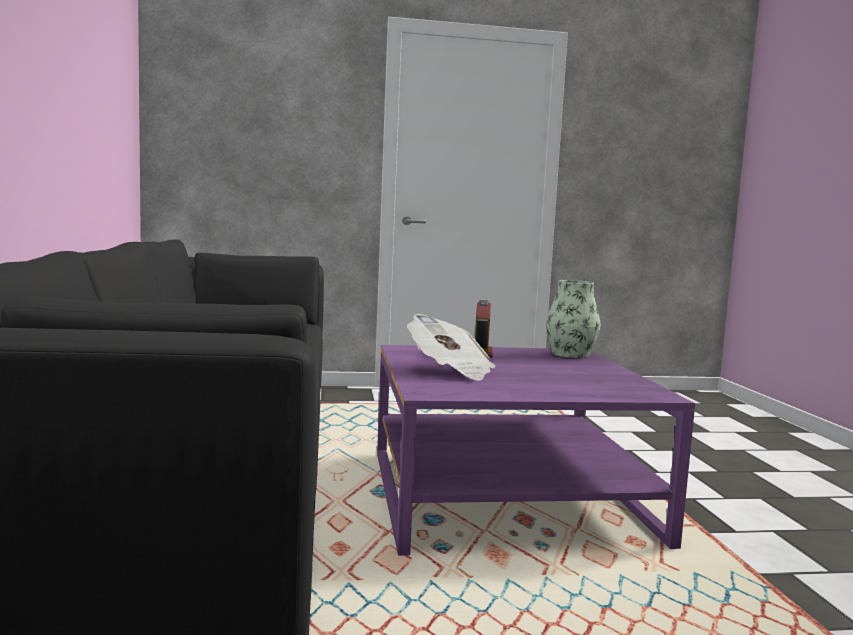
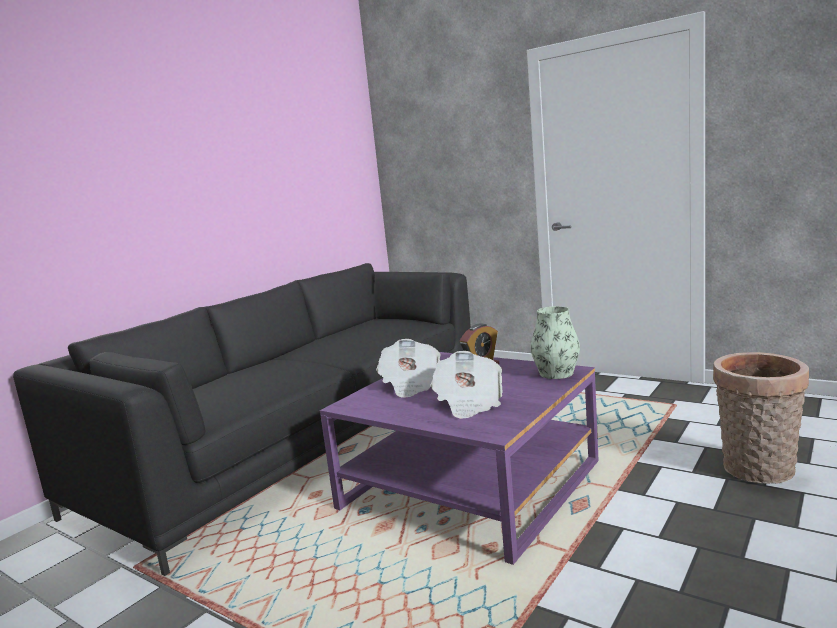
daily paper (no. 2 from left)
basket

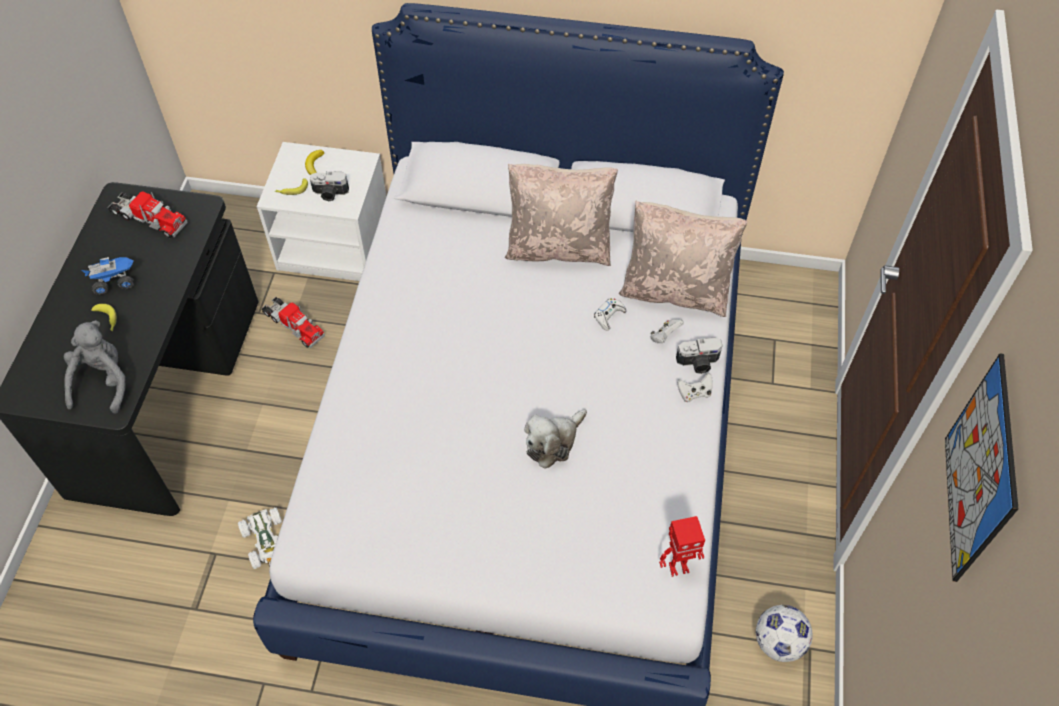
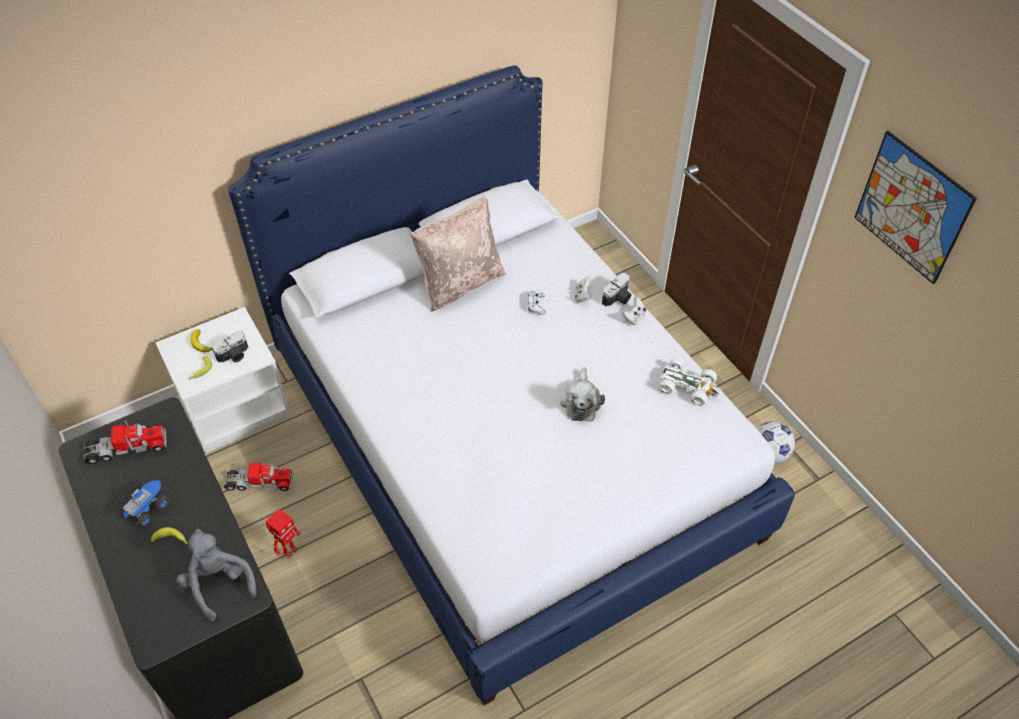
white-coloured model car
beige cushion (no. 2 from left in the first image)
robot figure

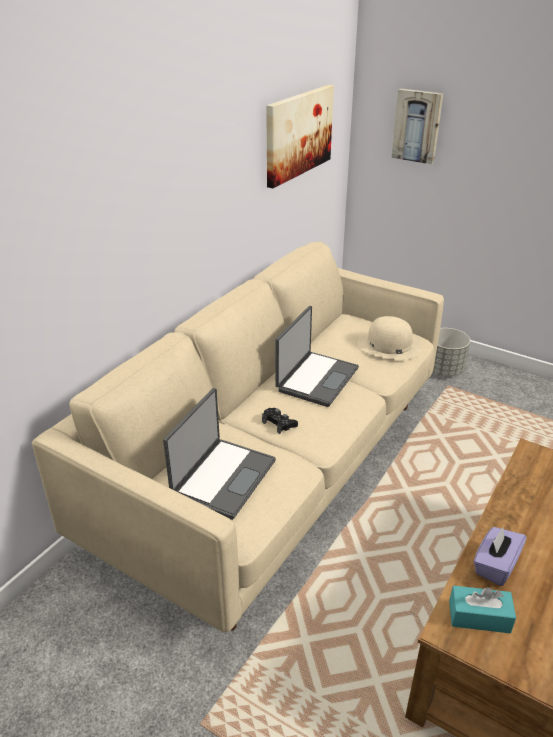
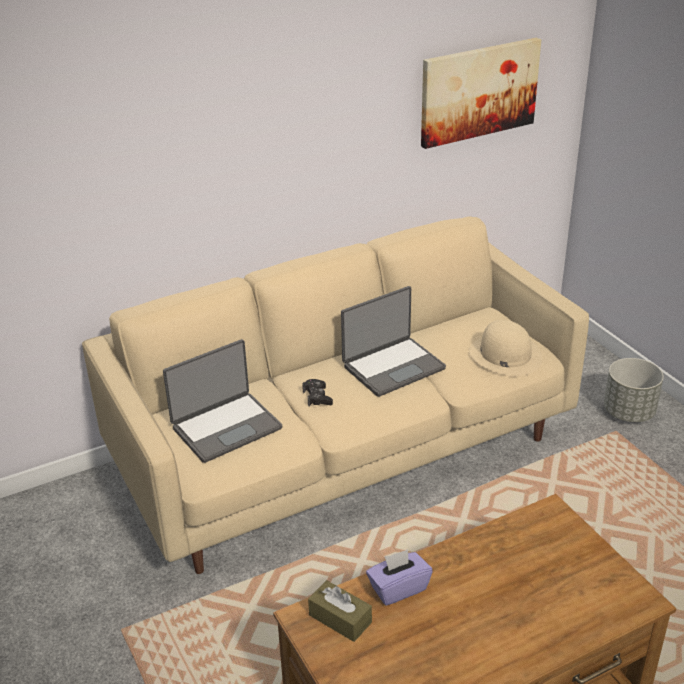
picture (no. 2 from left in the first image)
brown-coloured tissue box

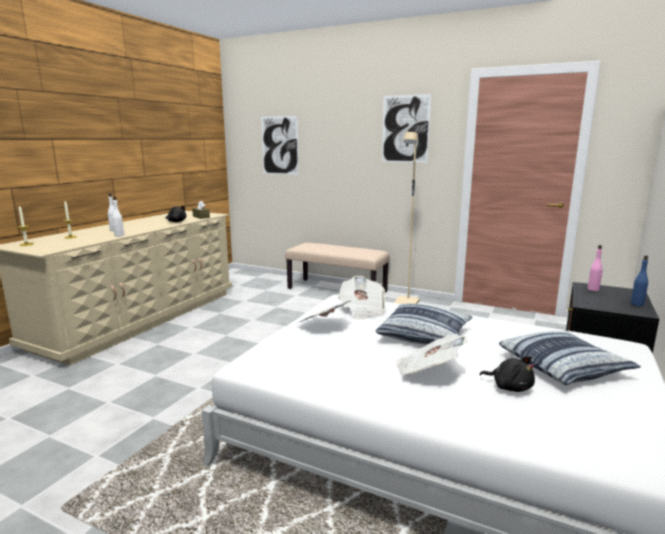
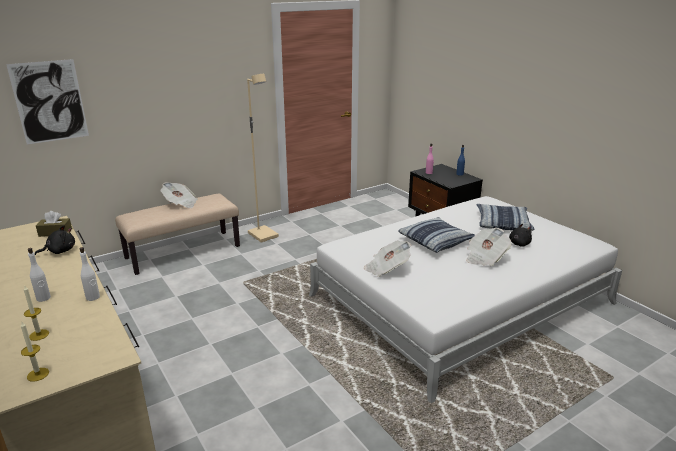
daily paper (no. 1 from left)
picture (no. 2 from left in the first image)

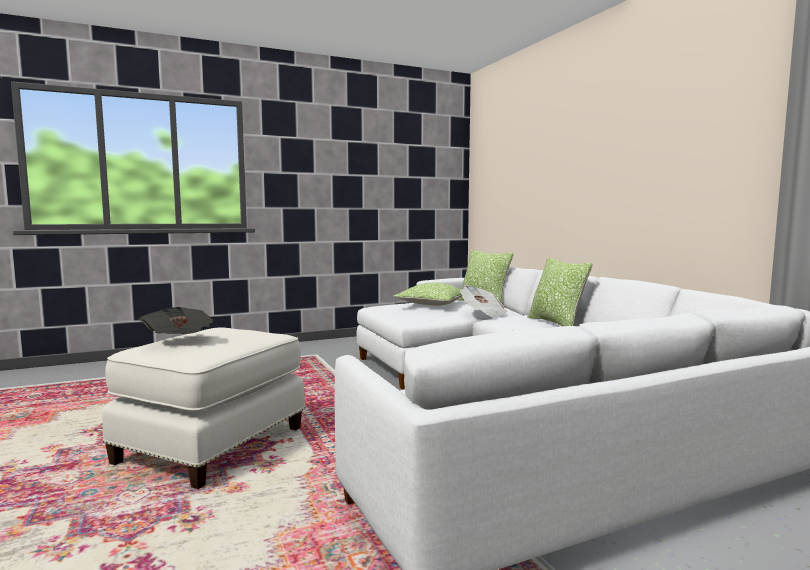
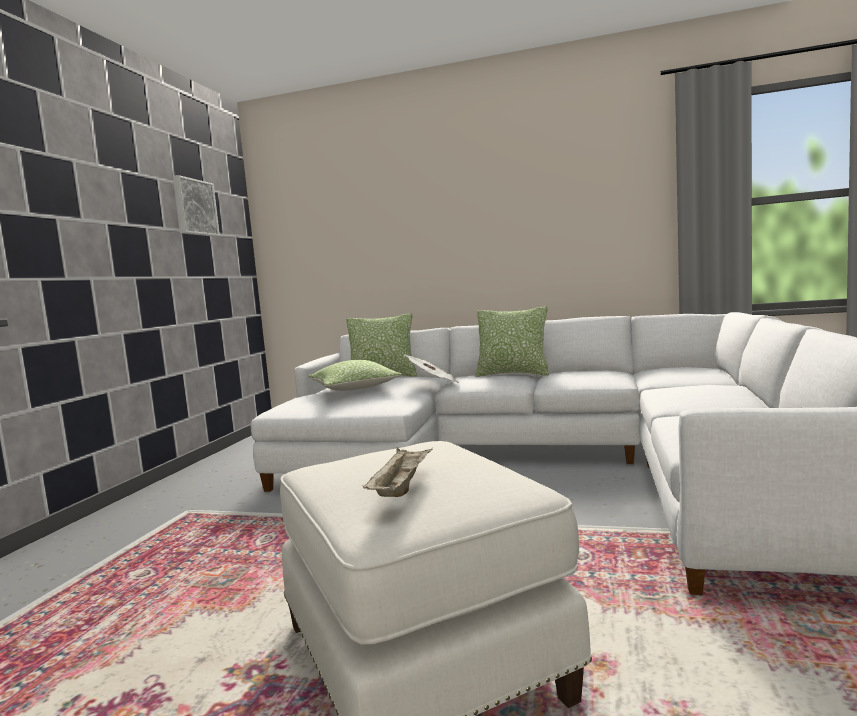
beige serving tray
picture

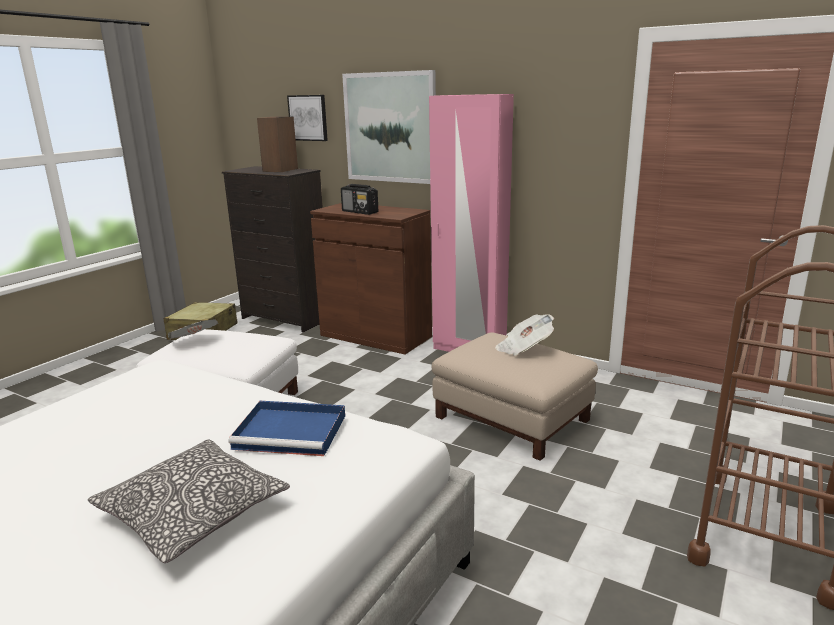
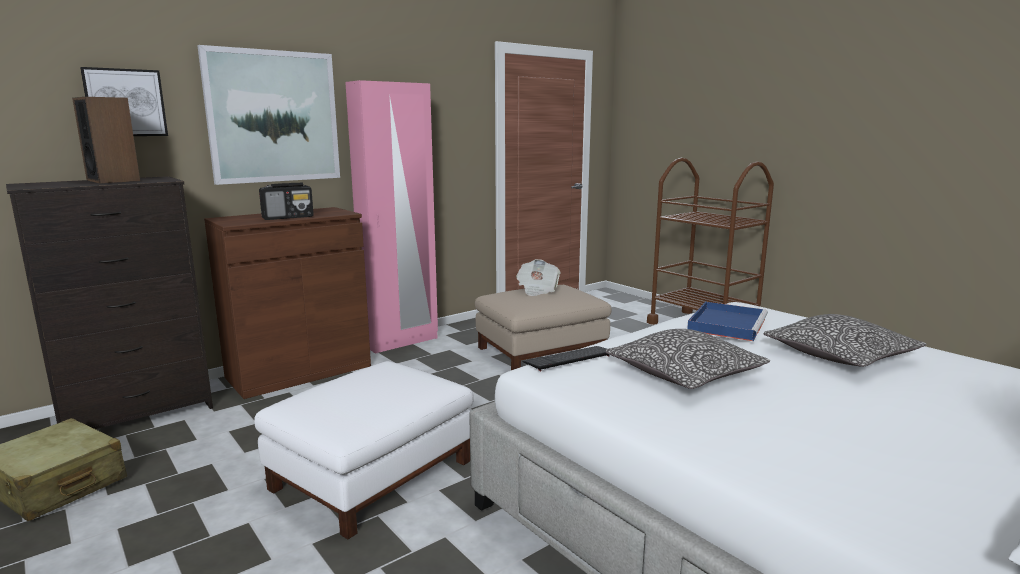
daily paper (no. 1 from left in the first image)
keyboard
cushion (no. 1 from left)

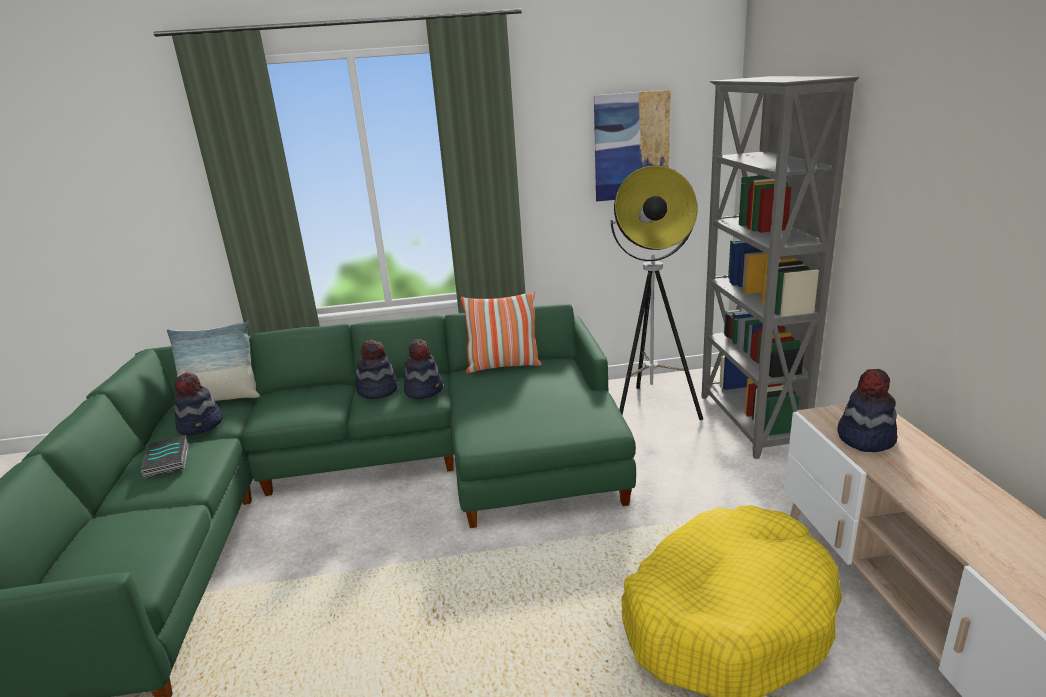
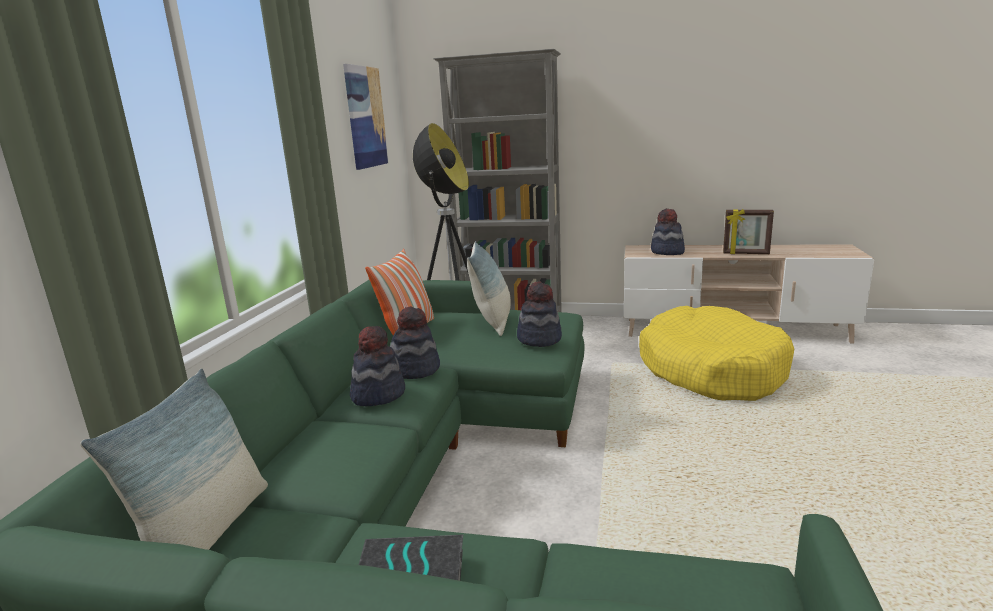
clothing hat (no. 3 from left)
cushion (no. 3 from left)
photo frame

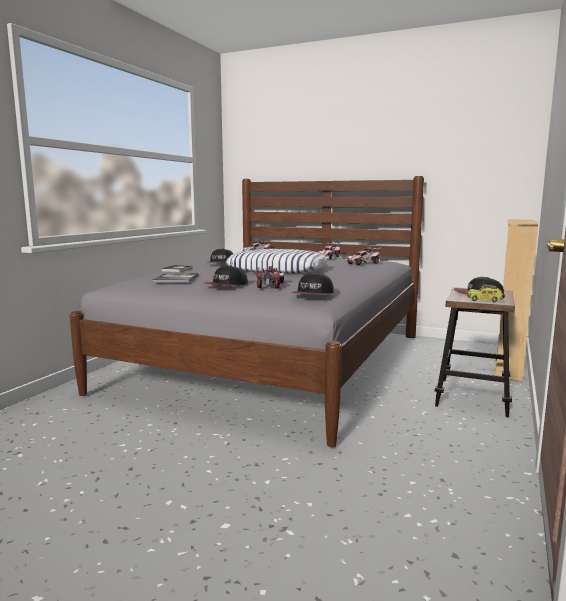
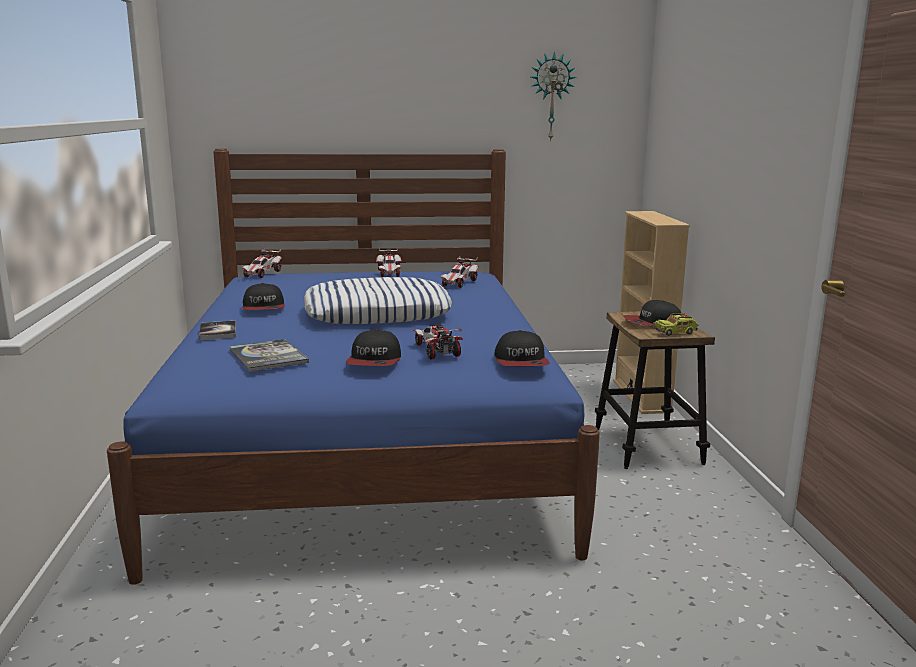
bluish bedroom bed
wall clock

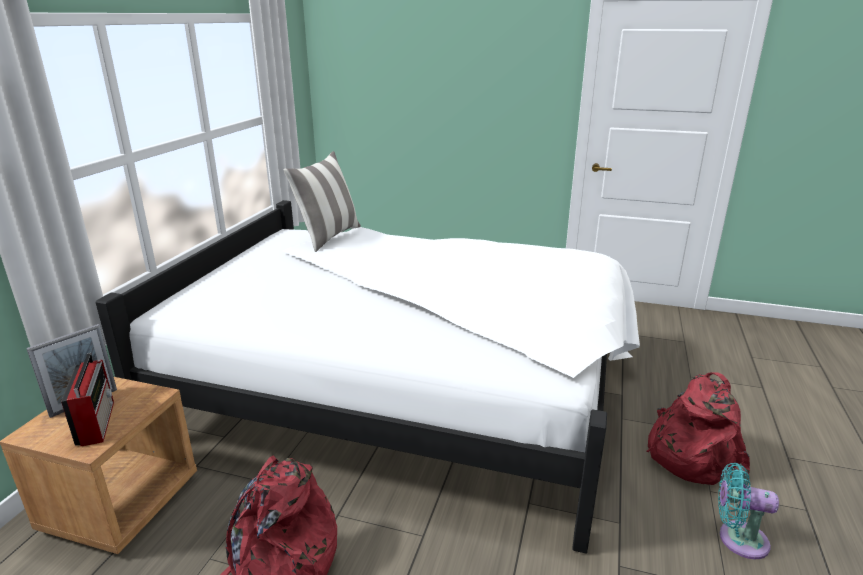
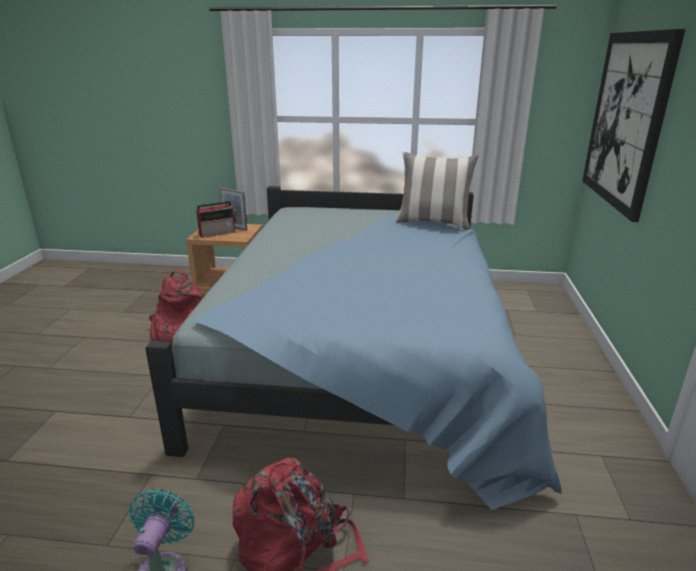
bluish bedroom bed
picture

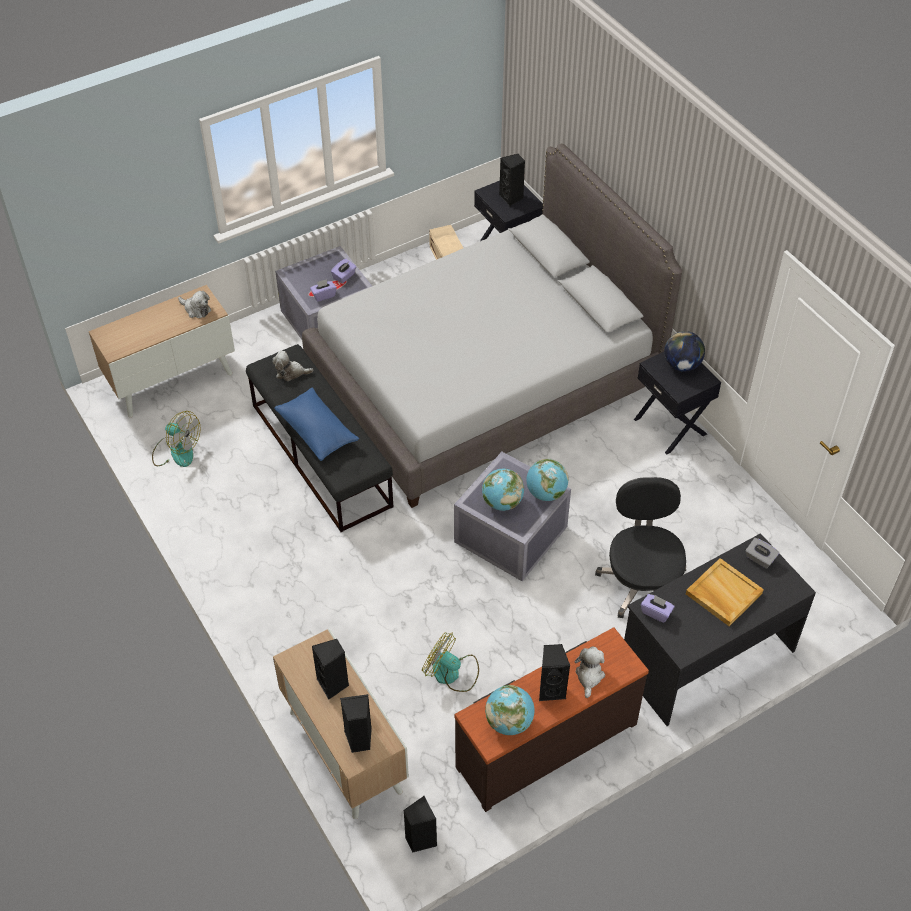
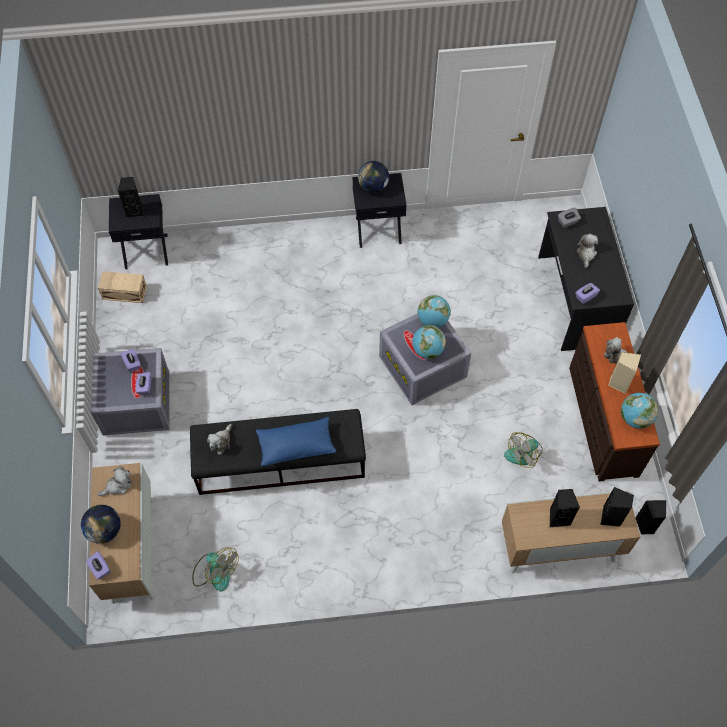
electric fan (no. 1 from left)
gray bedroom bed
beige loudspeaker
black desk chair
soft toy (no. 3 from left)
world globe (no. 1 from left)
purple tissue box (no. 1 from left)

